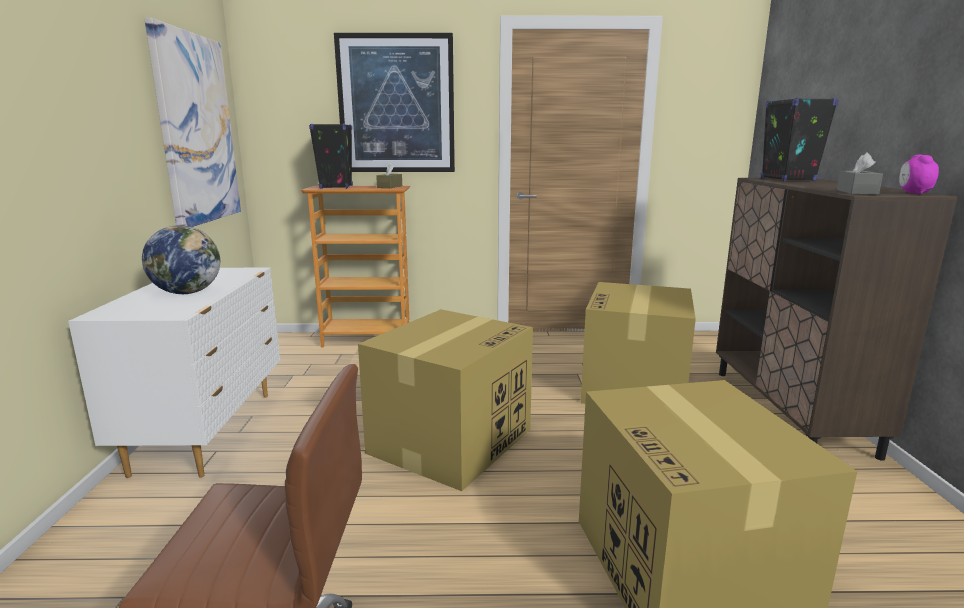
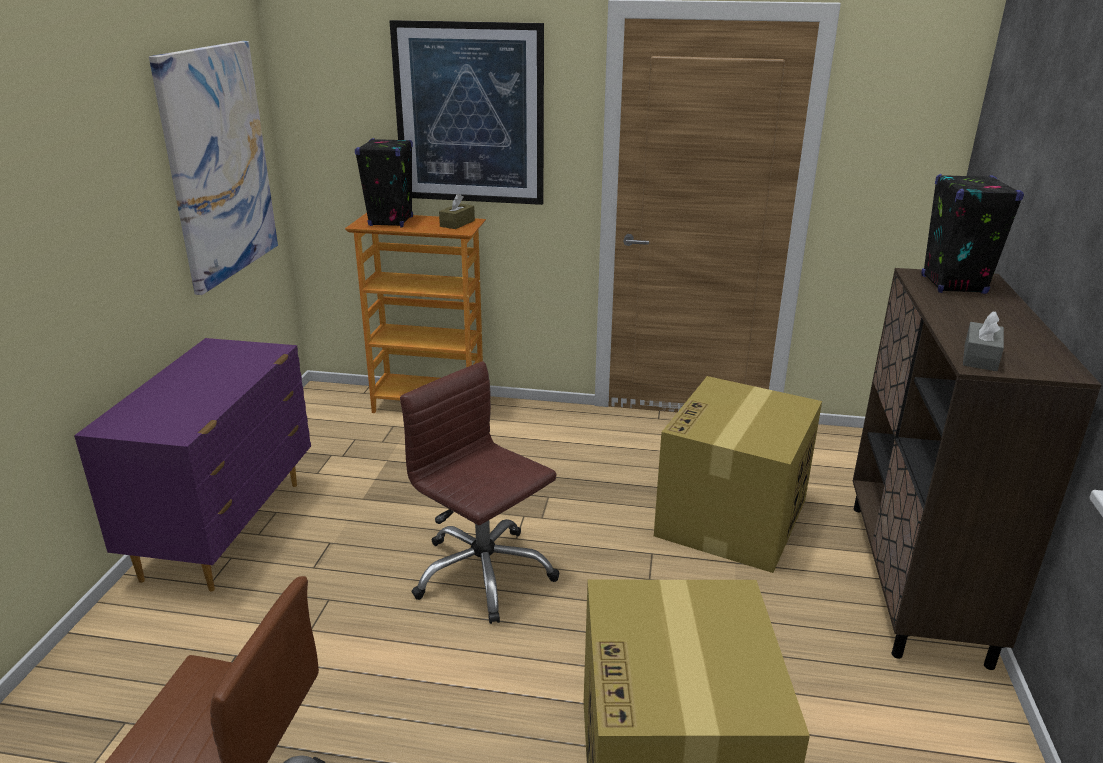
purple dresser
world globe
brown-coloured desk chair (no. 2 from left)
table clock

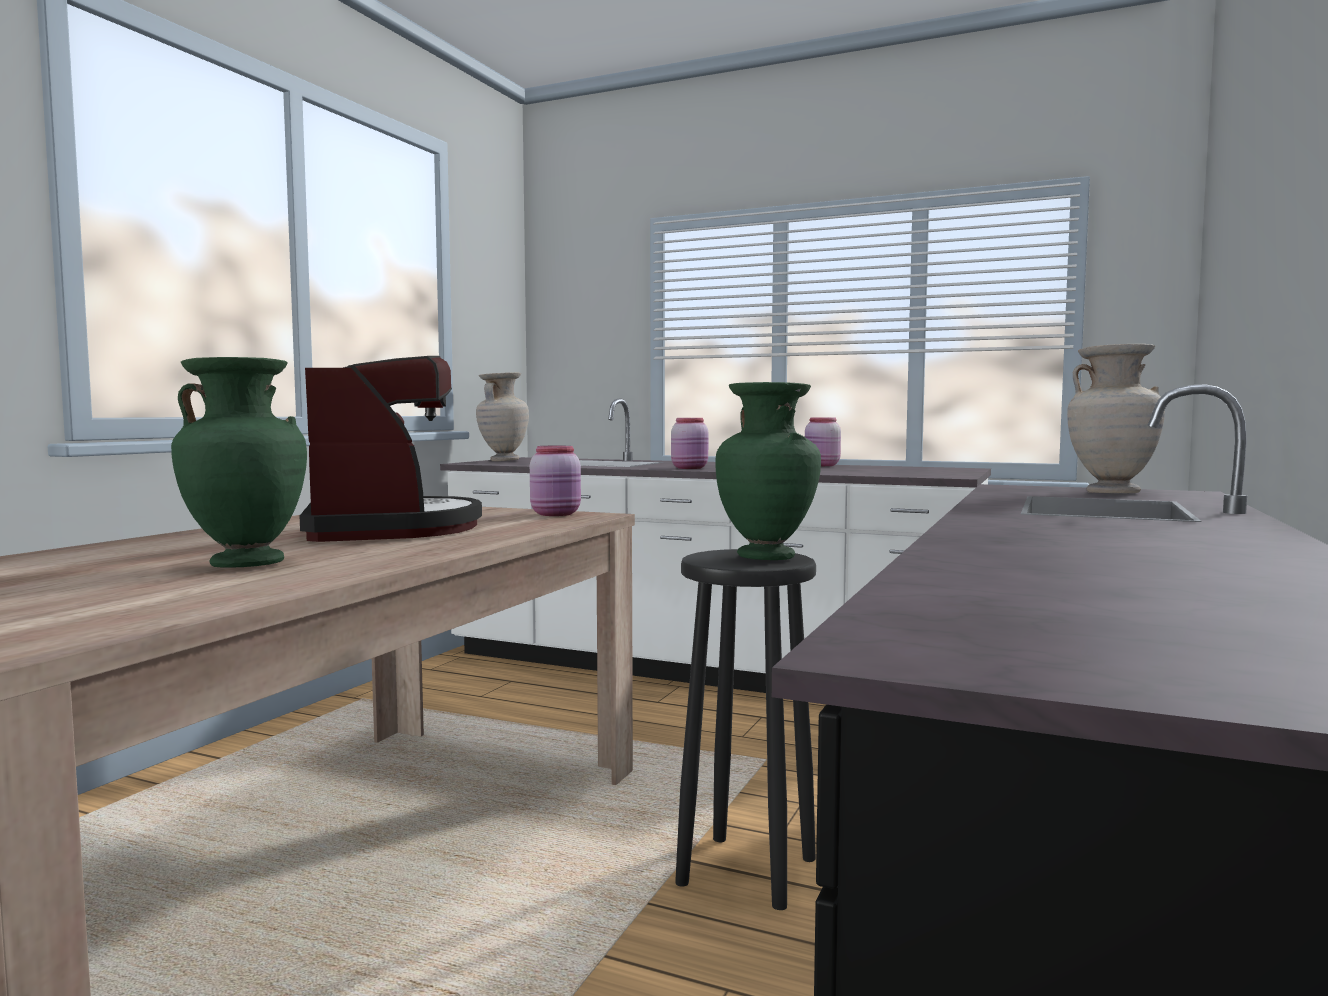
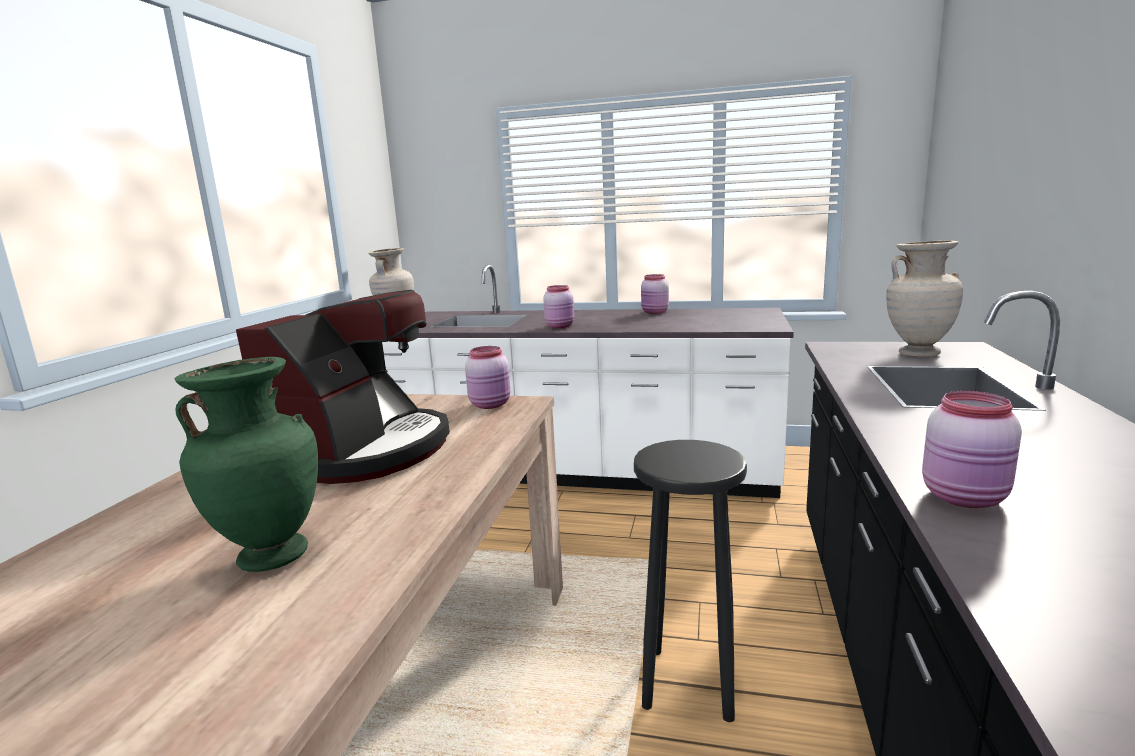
coffee brewer
green-coloured decorative vase (no. 2 from left in the first image)
pink-coloured preserve jar (no. 4 from left)

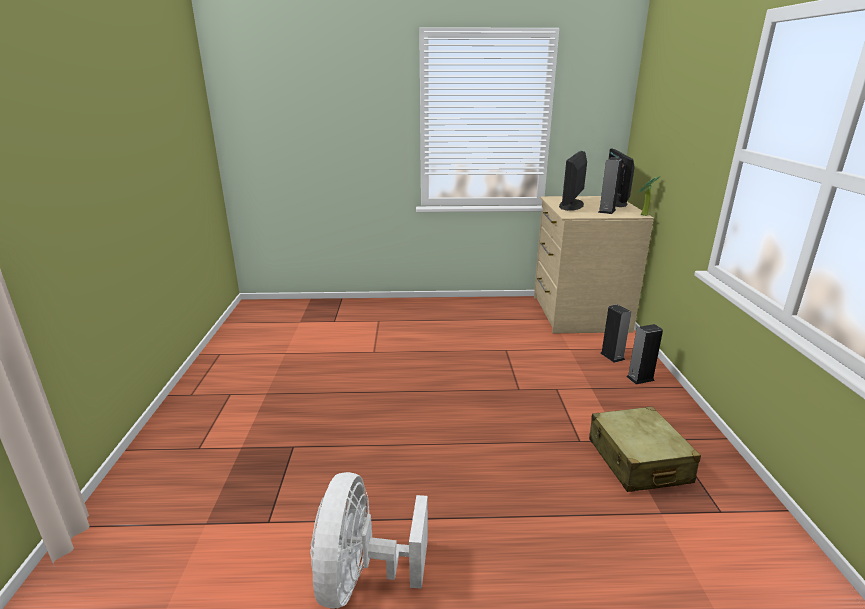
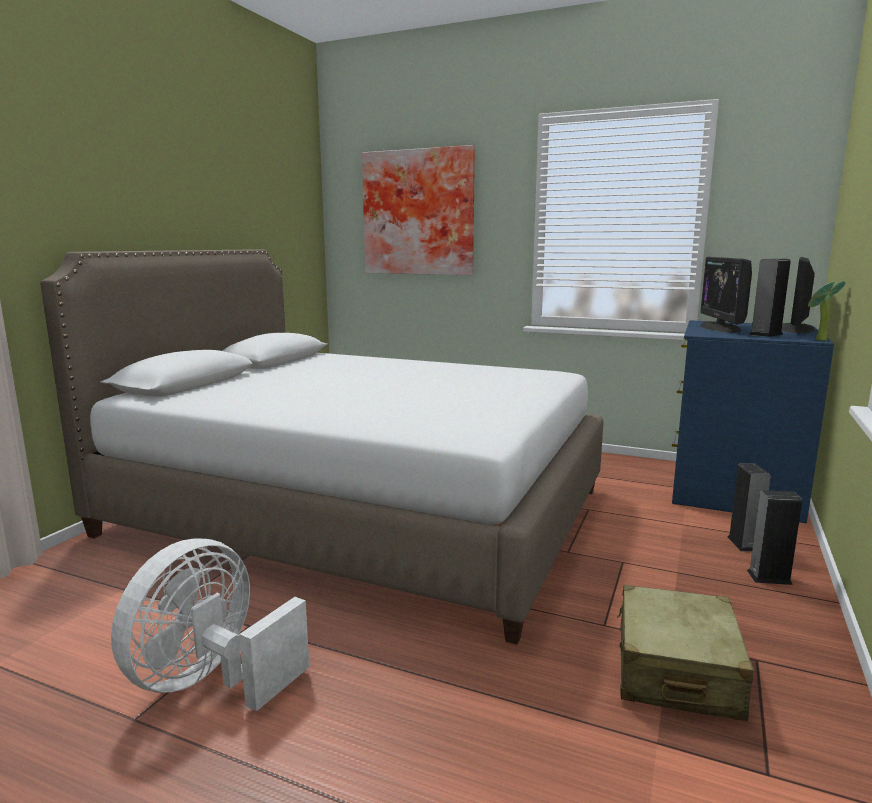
bluish dresser
computer display (no. 1 from left)
white-coloured bedroom bed
picture

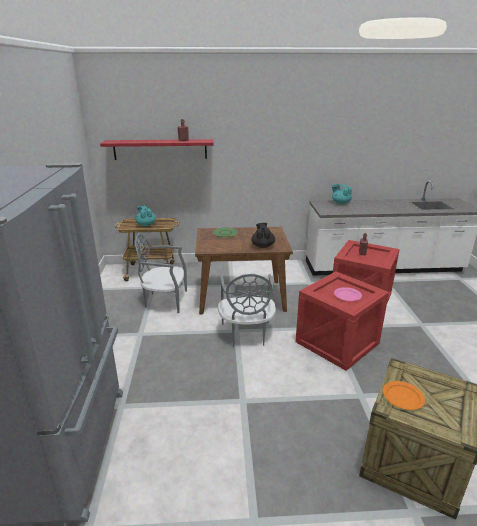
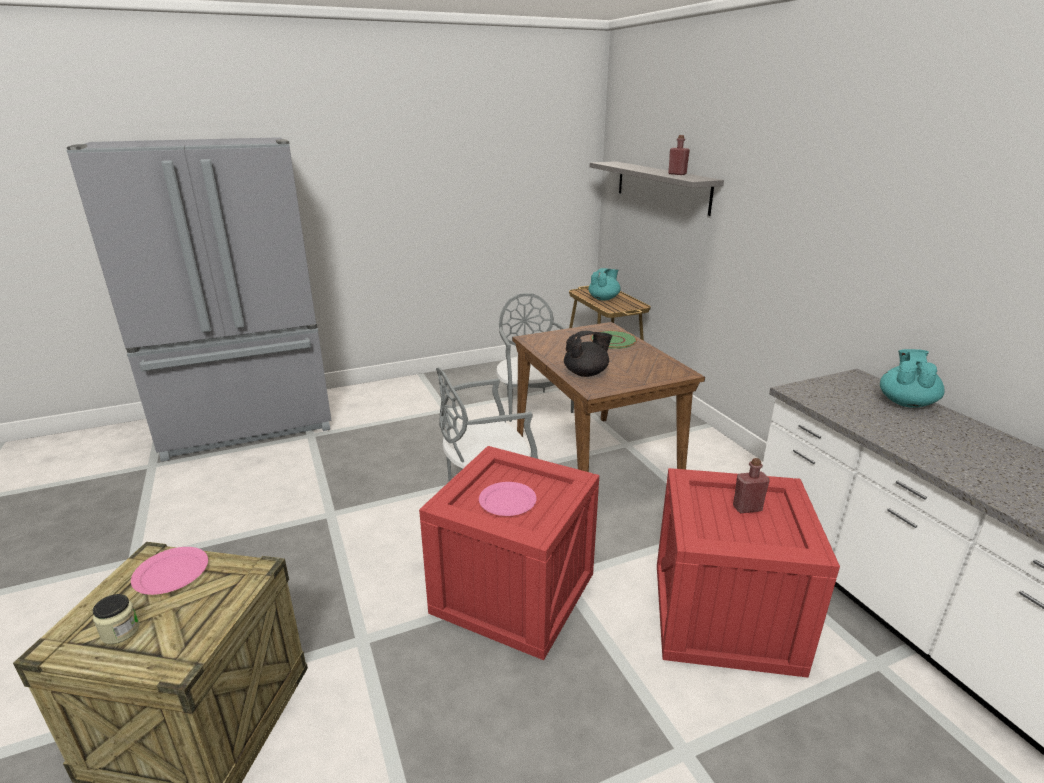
gray bracket shelf
pink-coloured dinner plate (no. 1 from left)
preserve jar

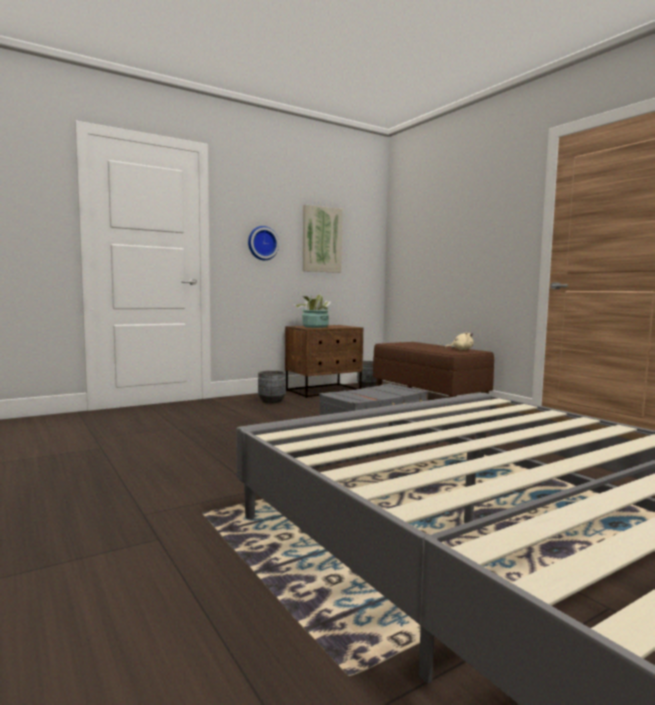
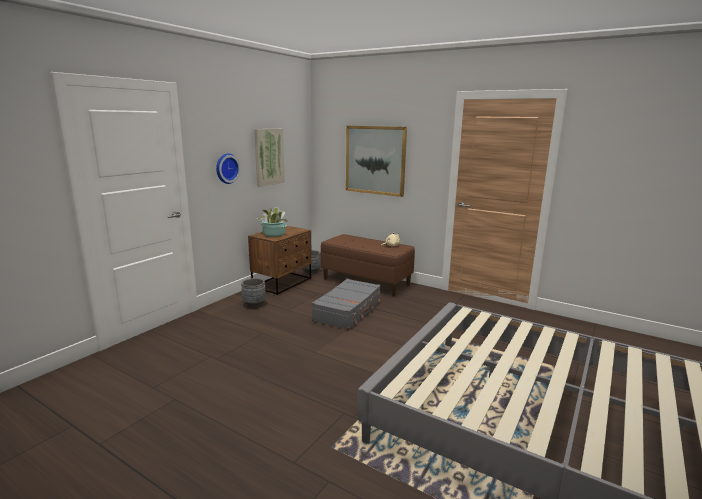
picture (no. 2 from left)

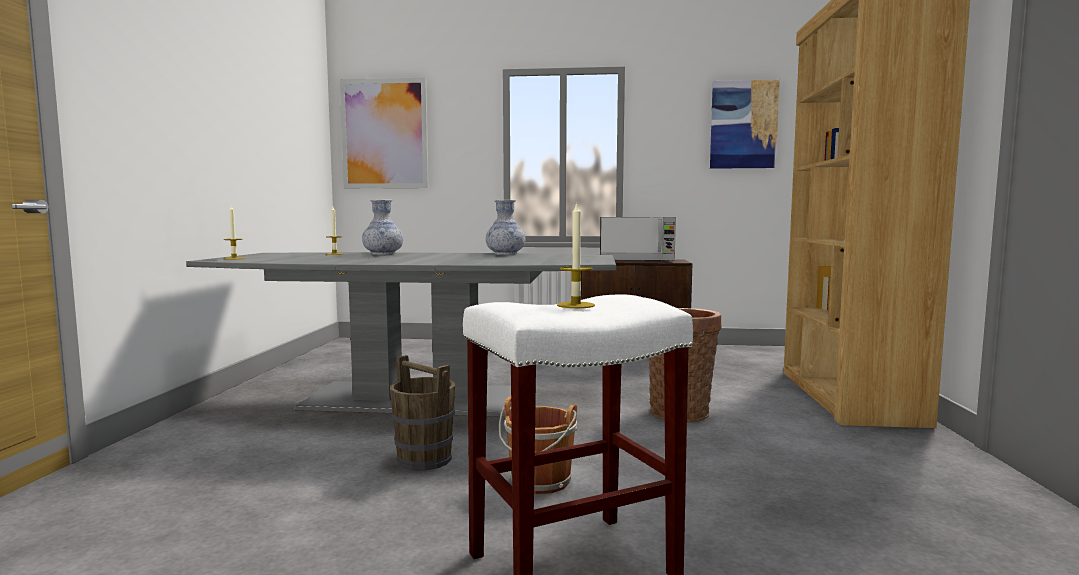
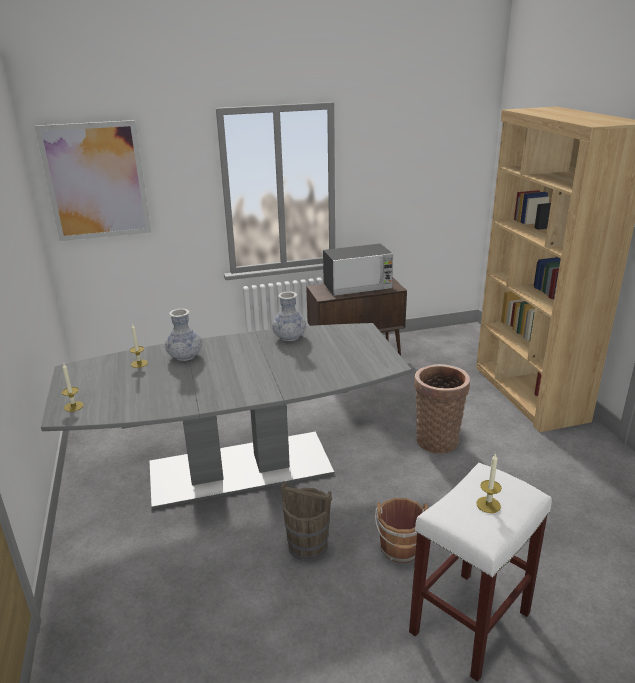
picture (no. 2 from left in the first image)

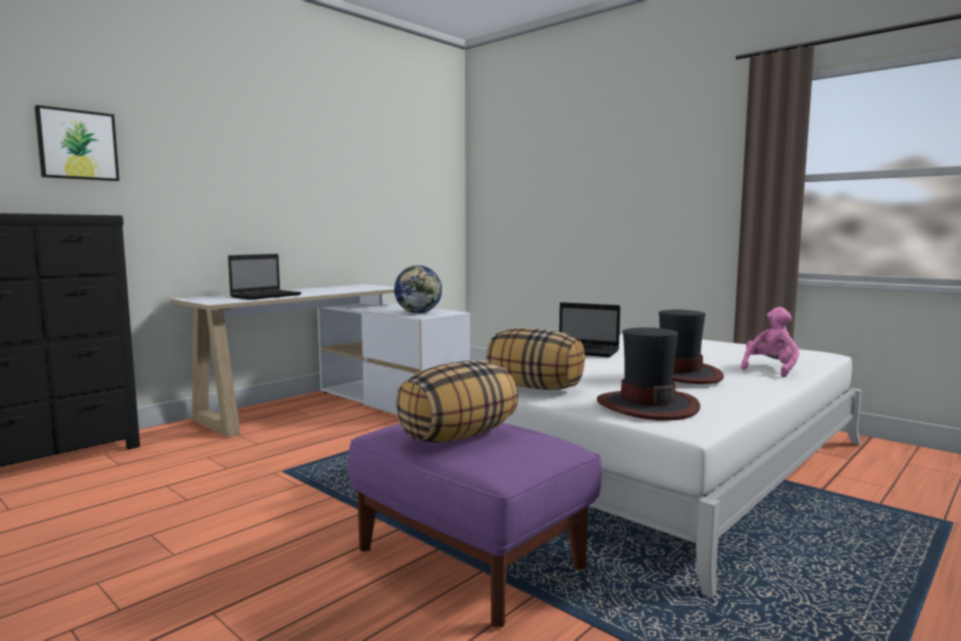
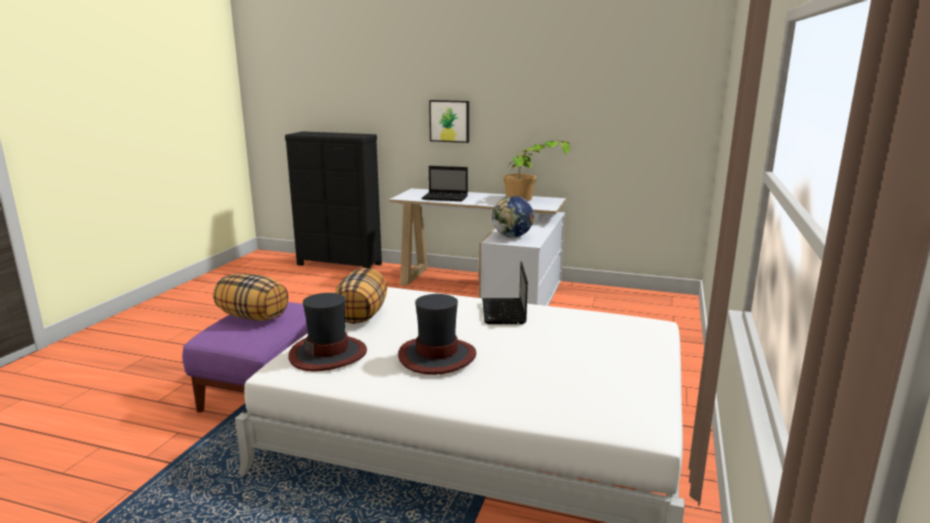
picture
pink-coloured soft toy
potted plant

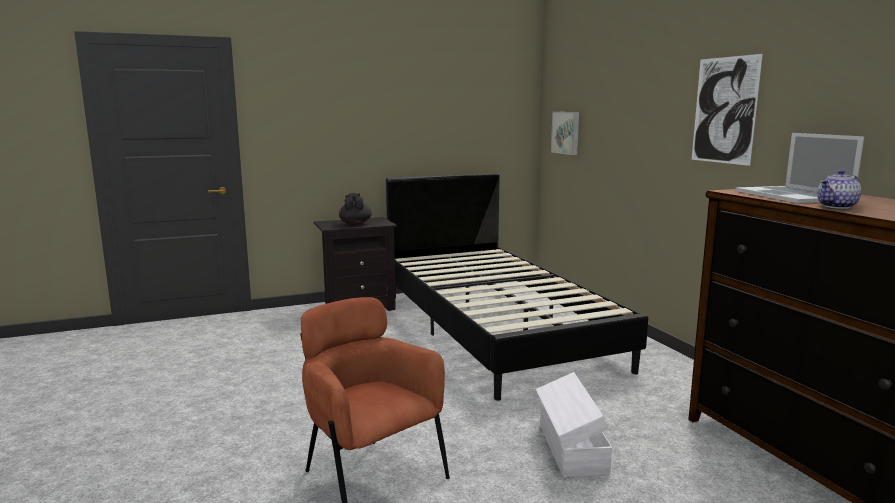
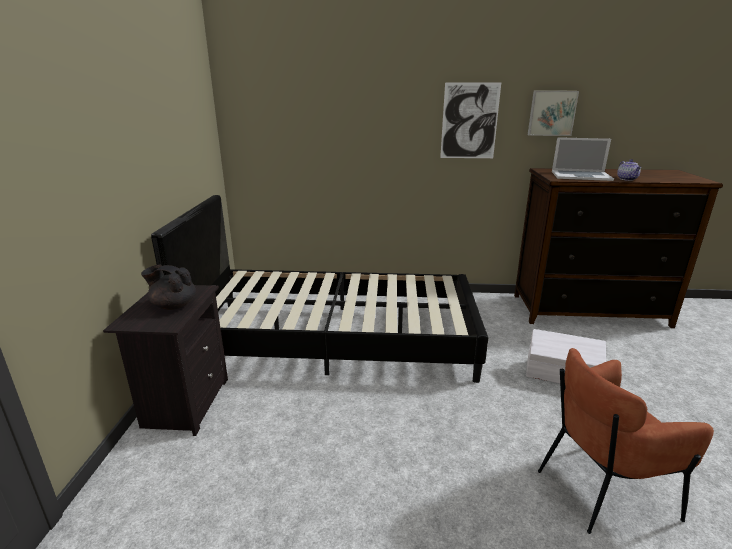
picture (no. 2 from left)

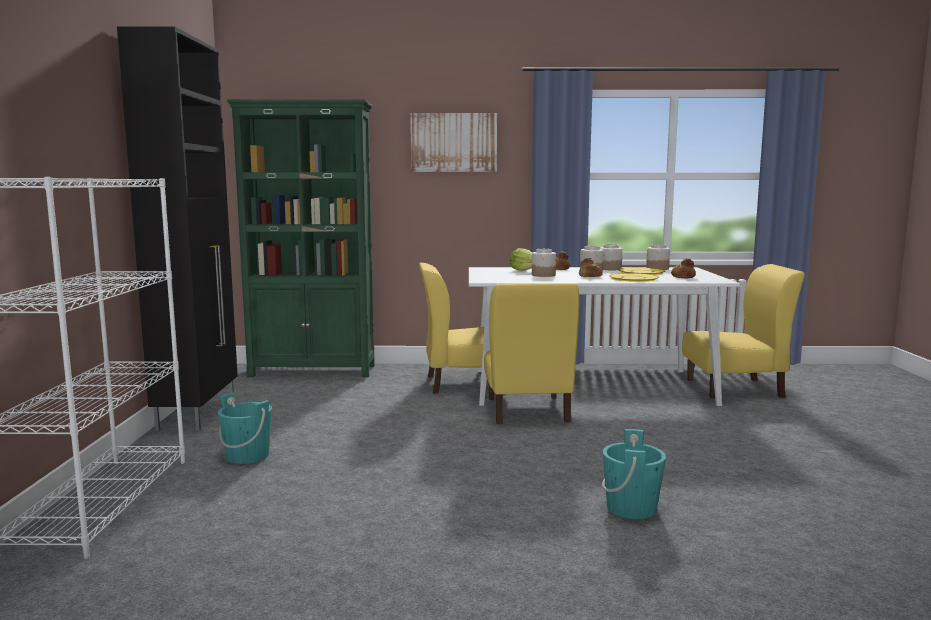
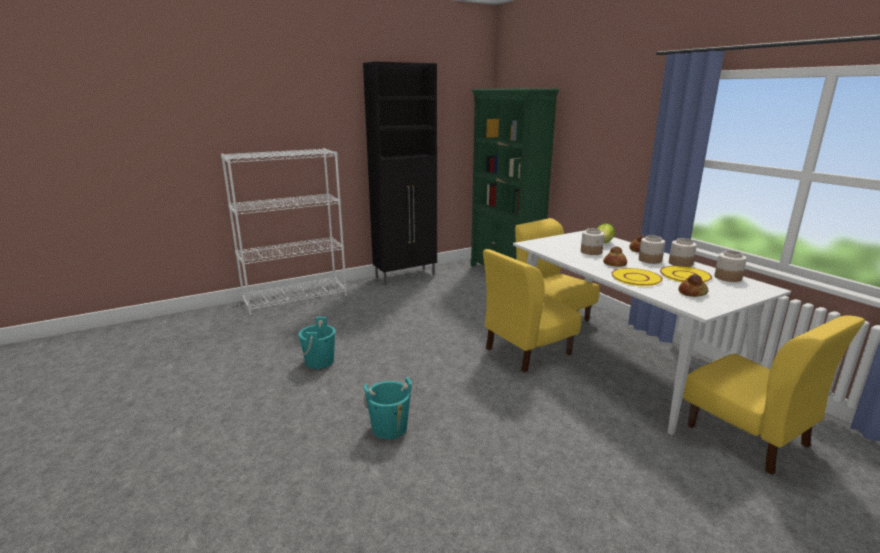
turquoise pail (no. 1 from left)
picture

